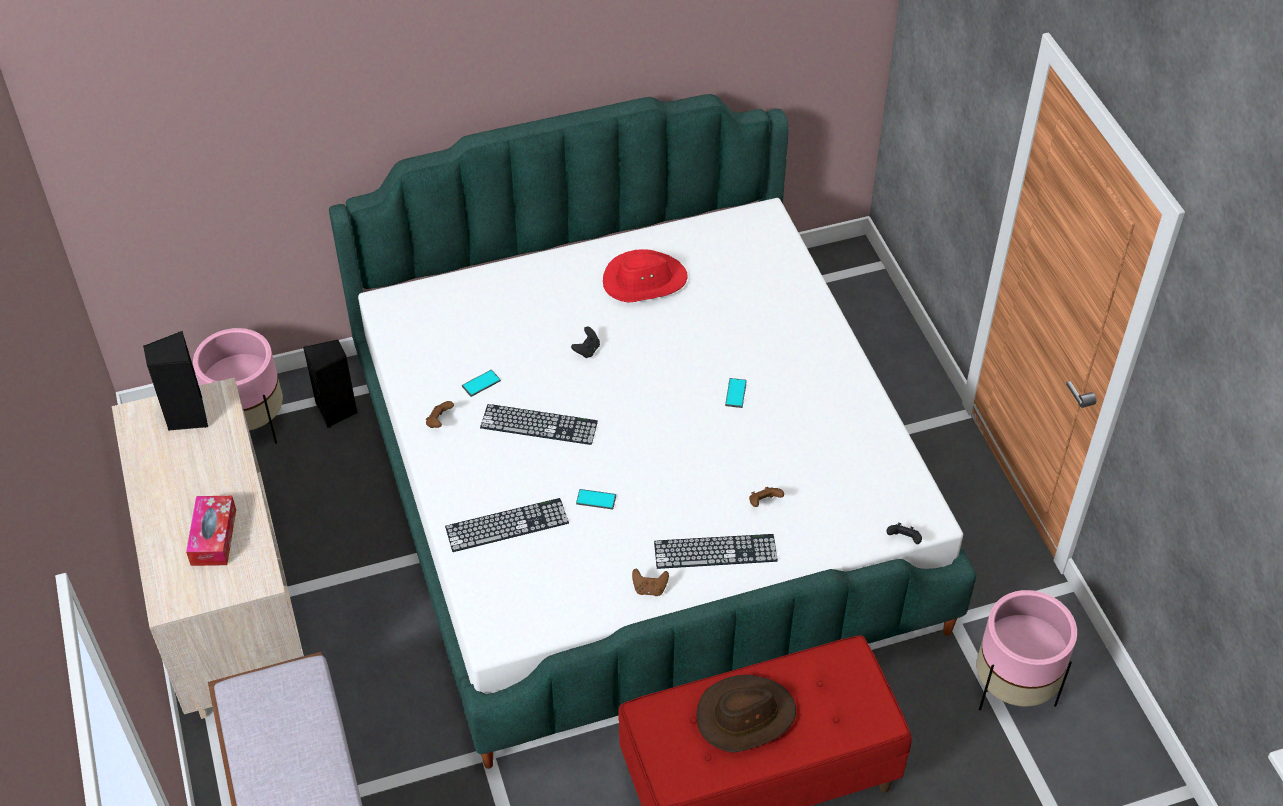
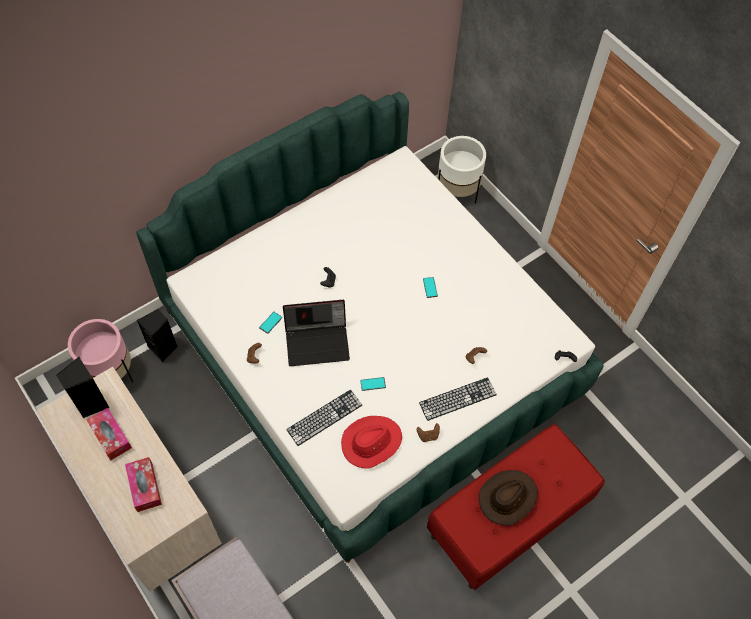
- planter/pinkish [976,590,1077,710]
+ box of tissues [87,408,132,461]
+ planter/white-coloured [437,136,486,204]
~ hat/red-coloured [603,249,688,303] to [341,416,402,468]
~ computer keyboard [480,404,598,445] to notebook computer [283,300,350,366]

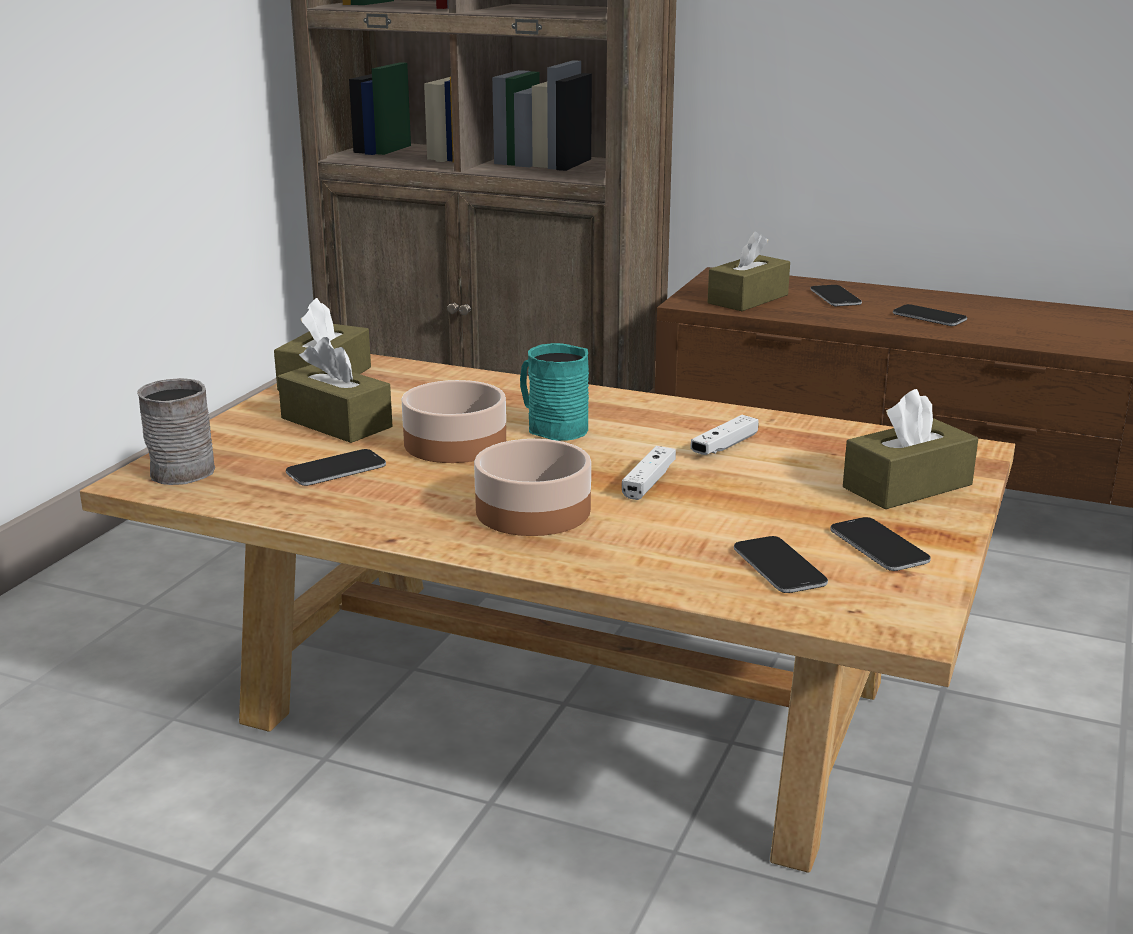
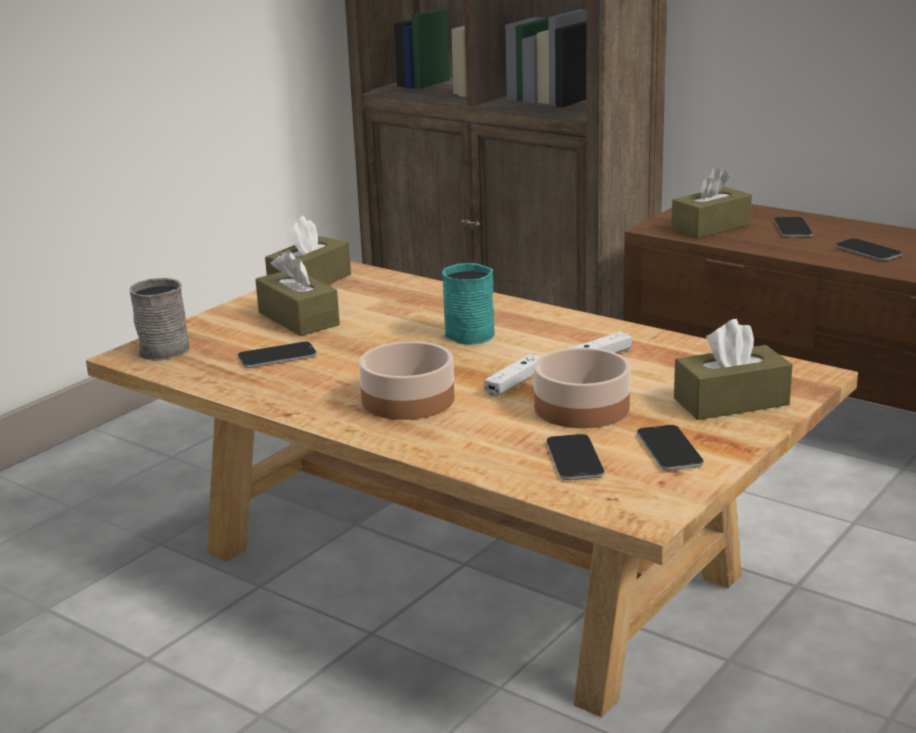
~ bowl [402,380,506,463] to [534,348,631,428]

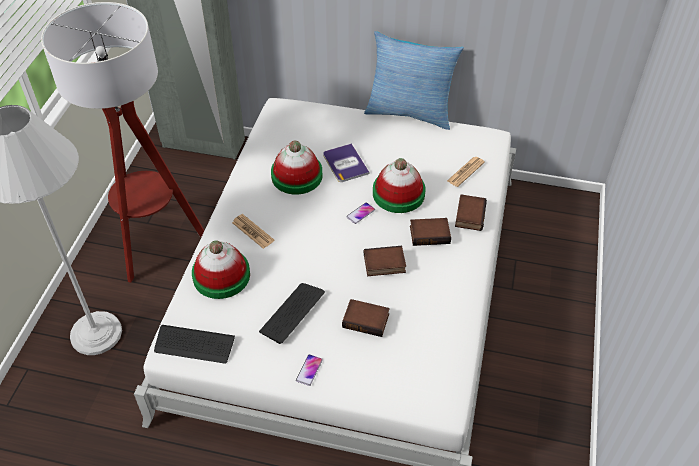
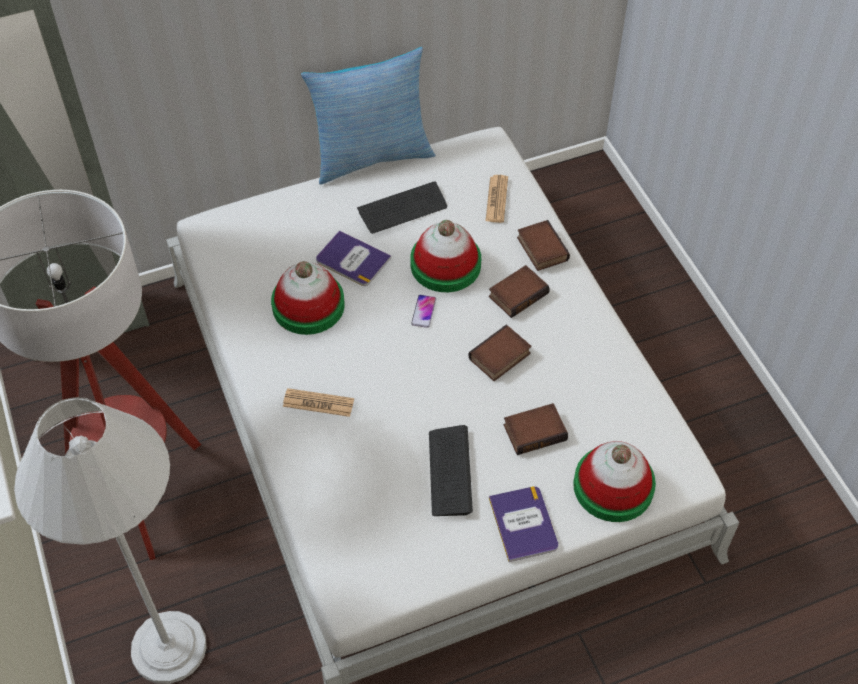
~ computer keyboard [154,325,235,364] to [357,181,447,234]
~ hat [192,241,250,299] to [573,441,656,522]
~ telephone [296,354,323,386] to volume [489,486,558,562]

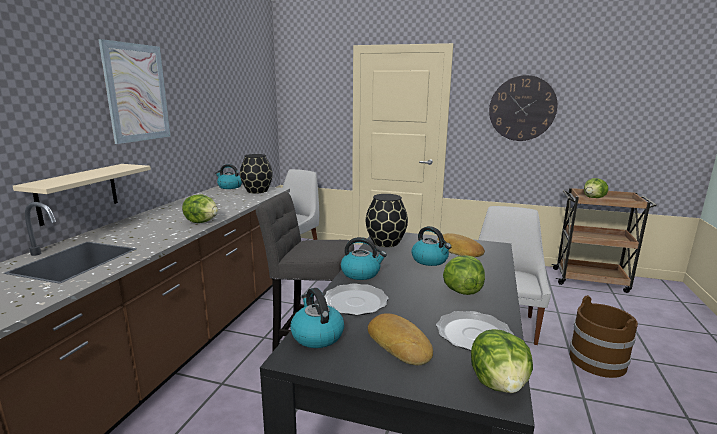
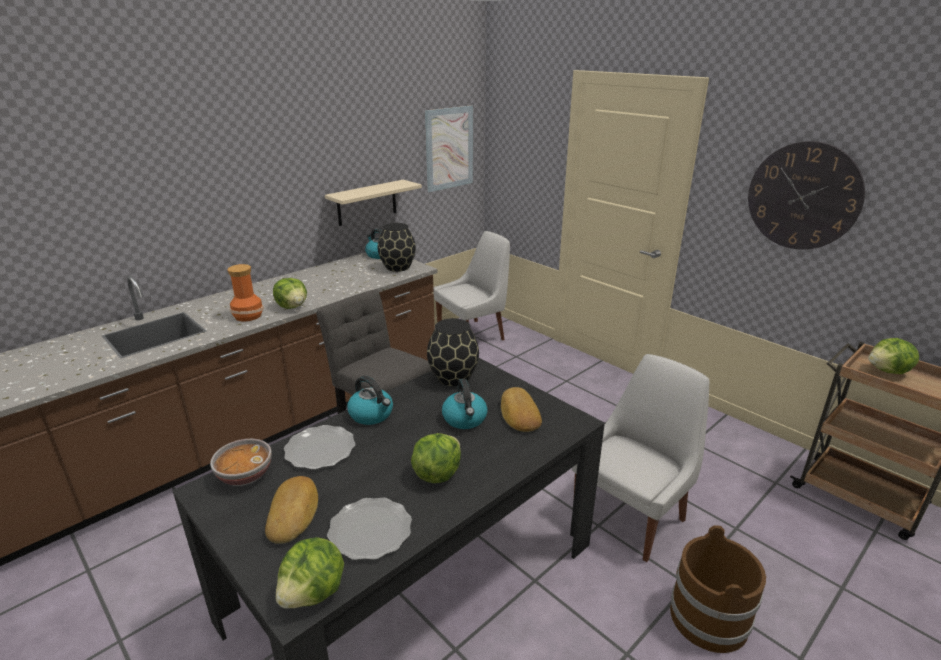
+ vase [227,264,263,322]
~ bracket shelf/sand-coloured [13,164,151,226] to [325,180,422,226]
~ wall picture [98,39,170,144] to [425,105,473,192]
~ tea kettle [290,288,344,348] to bowl [210,439,272,486]

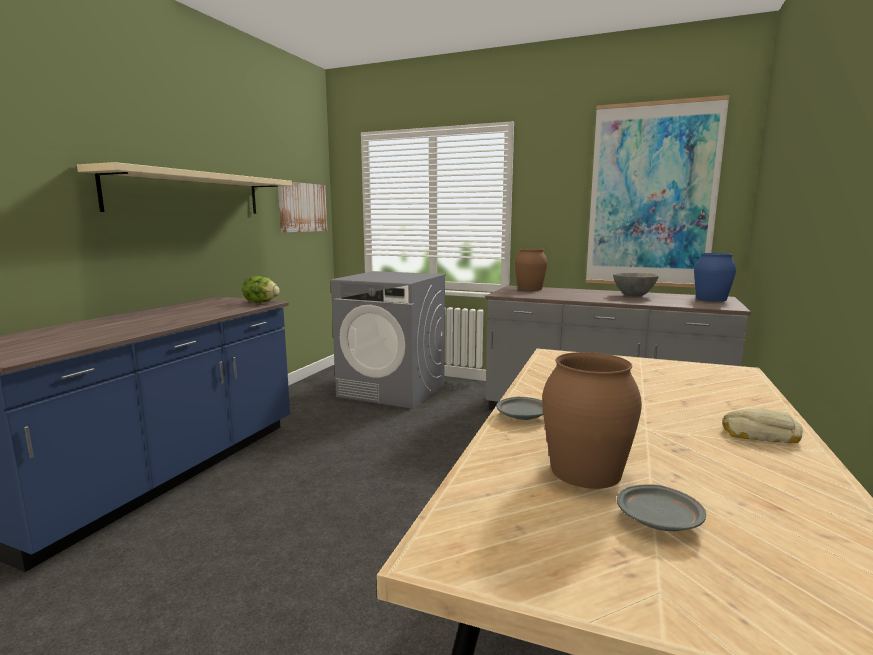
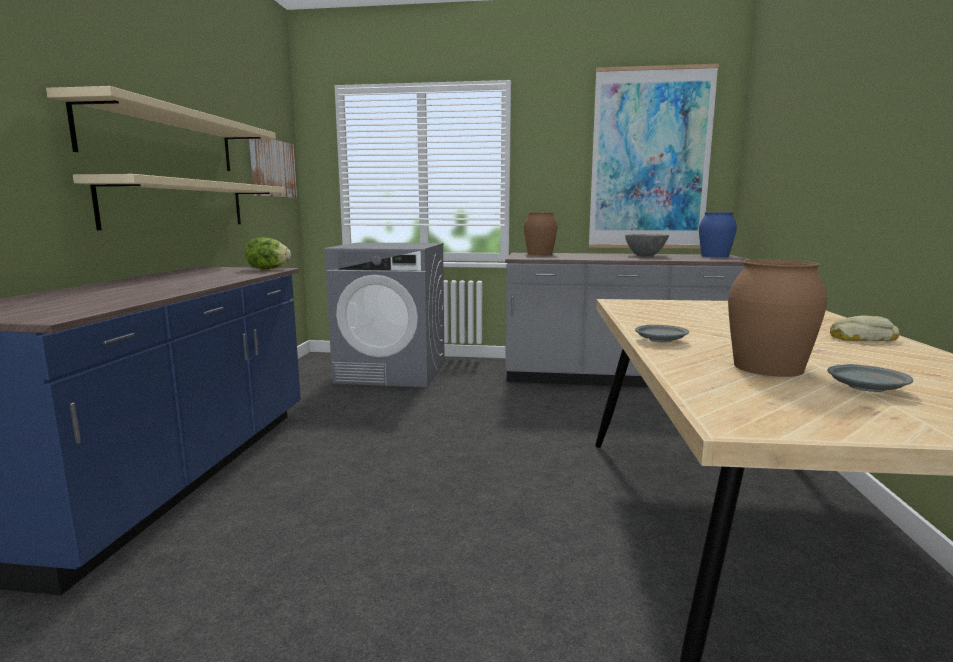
+ bracket shelf/sand-coloured [73,174,284,230]

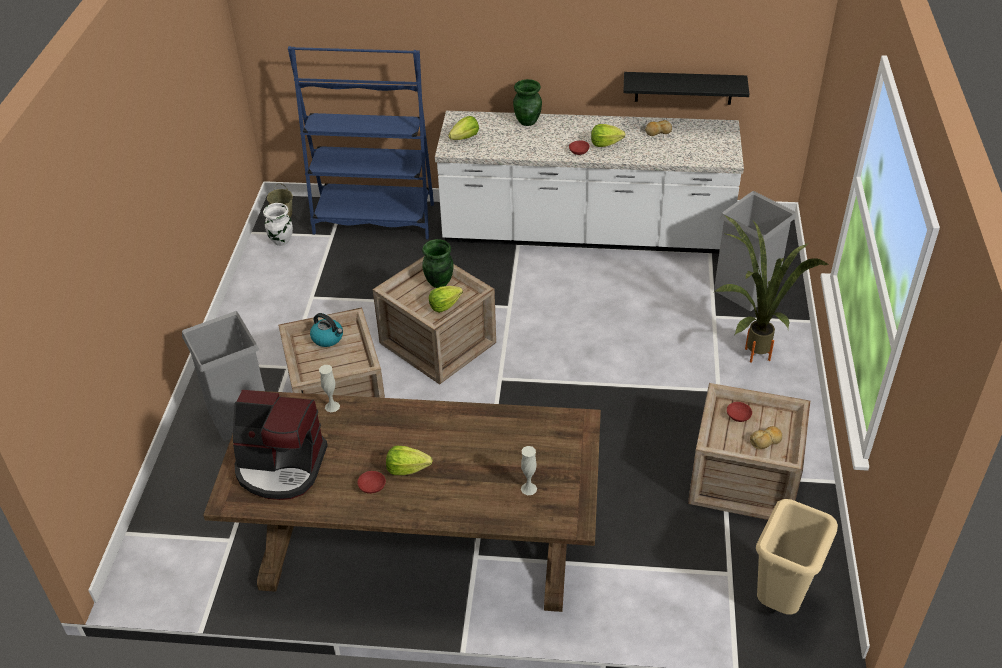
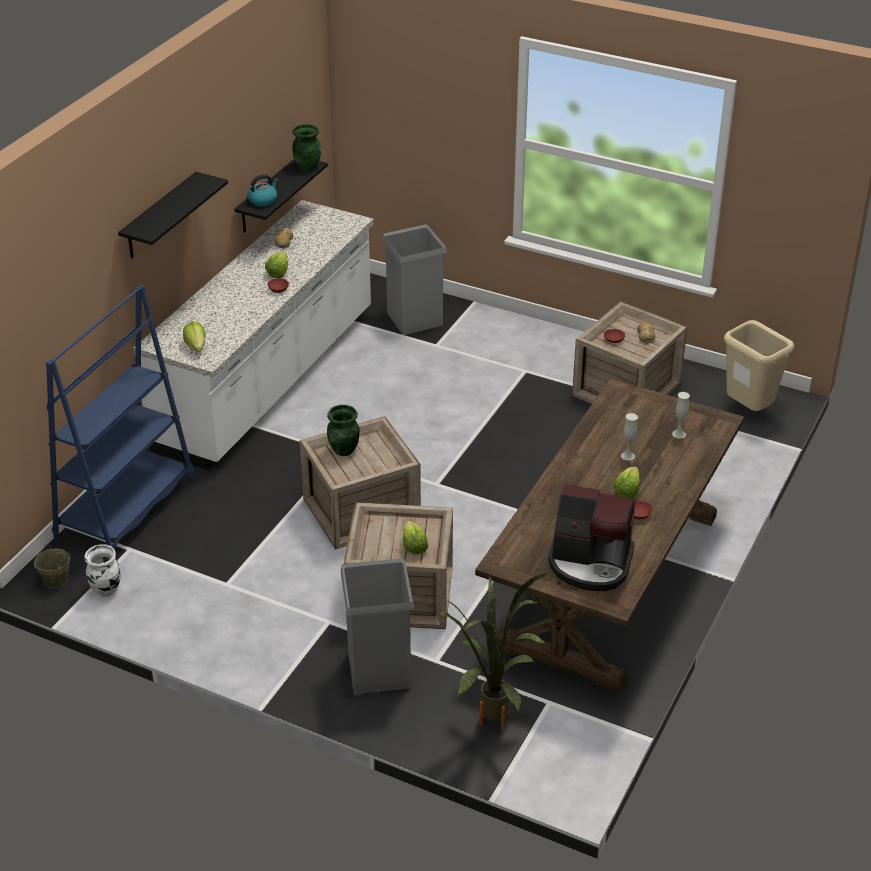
+ bracket shelf/black-coloured [118,172,228,258]
~ tea kettle [310,313,343,347] to [247,174,279,207]
~ vase/white-coloured [319,365,340,412] to [621,413,638,461]
~ head of lettuce [429,286,463,313] to [403,521,428,554]
~ vase/green-coloured [513,79,542,126] to [292,124,321,171]
~ plant in a pot [715,215,829,362] to [439,573,548,731]
~ coffee brewer [233,390,328,500] = [548,484,635,591] 75 degrees clockwise

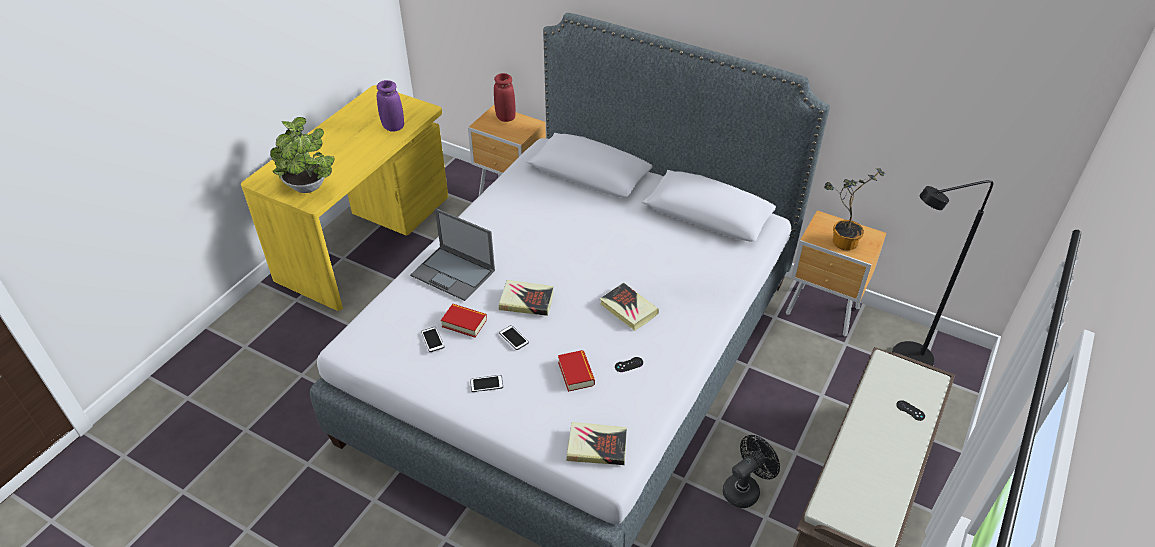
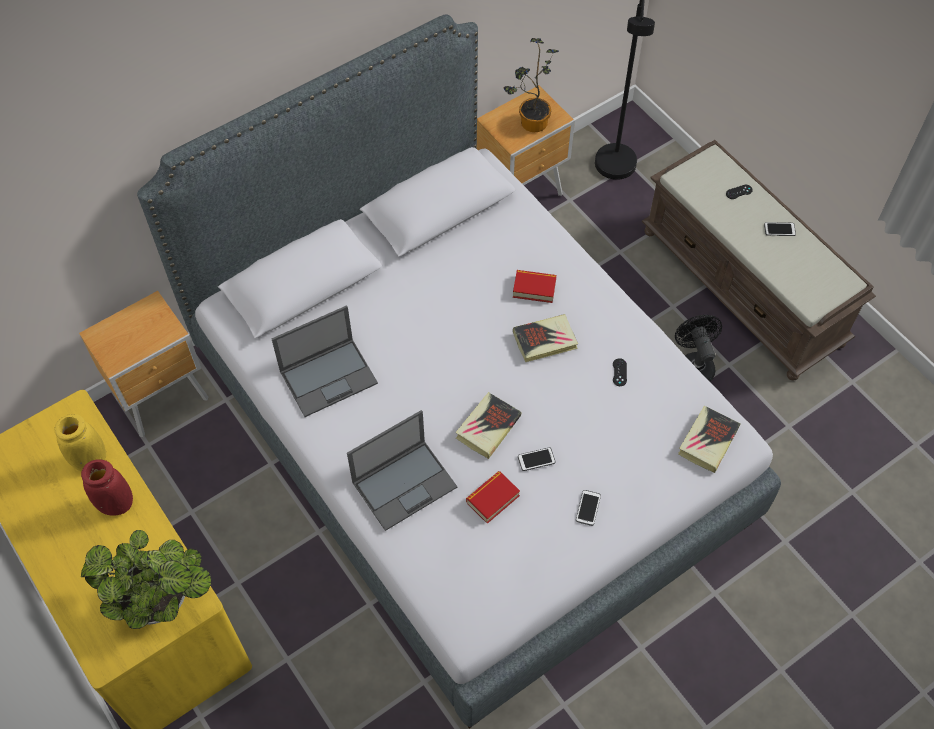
+ notebook computer [271,305,378,417]
~ telephone [421,327,444,352] to [764,222,796,236]
~ vase/red-coloured [494,73,516,122] to [81,459,133,516]
~ volume [558,350,595,392] to [513,270,557,303]
~ vase/purple-coloured [377,80,404,132] to vase/yellow [54,414,106,471]

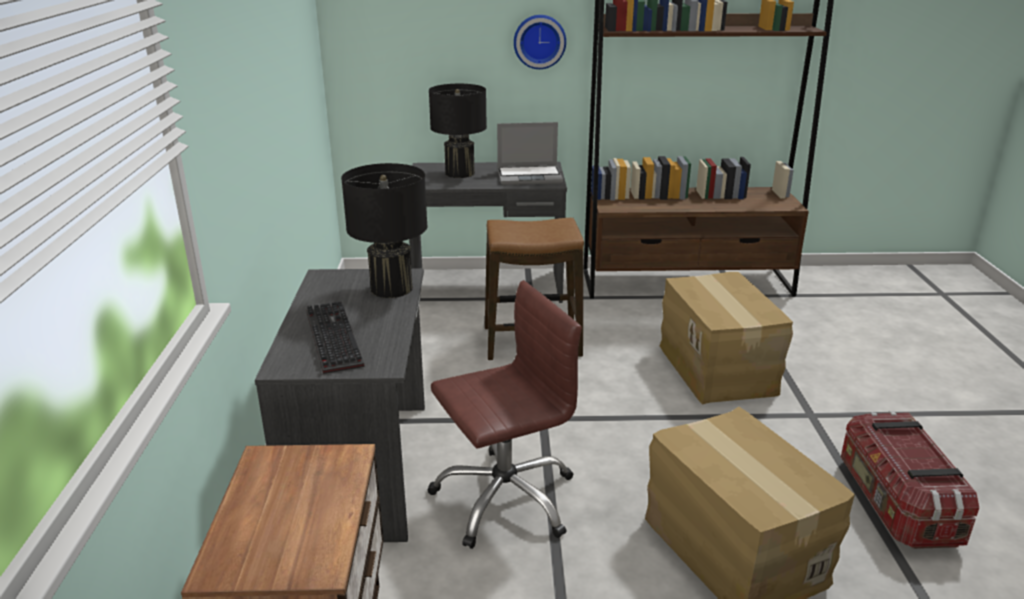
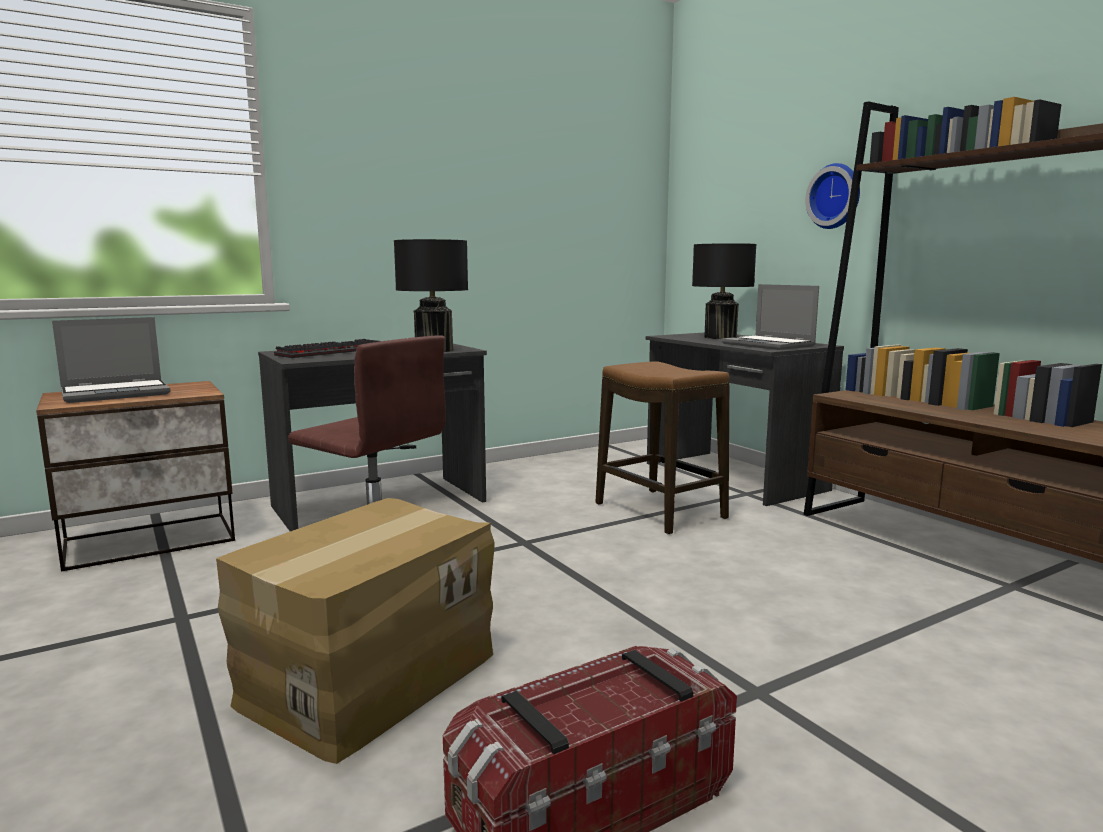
- cardboard box [660,272,793,404]
+ notebook computer [52,317,171,403]

